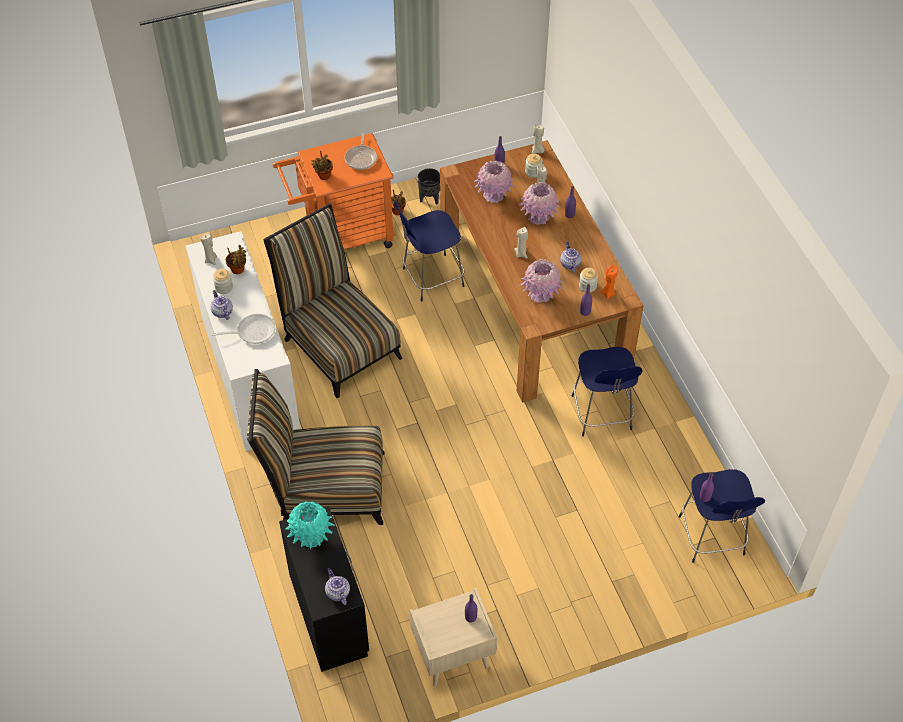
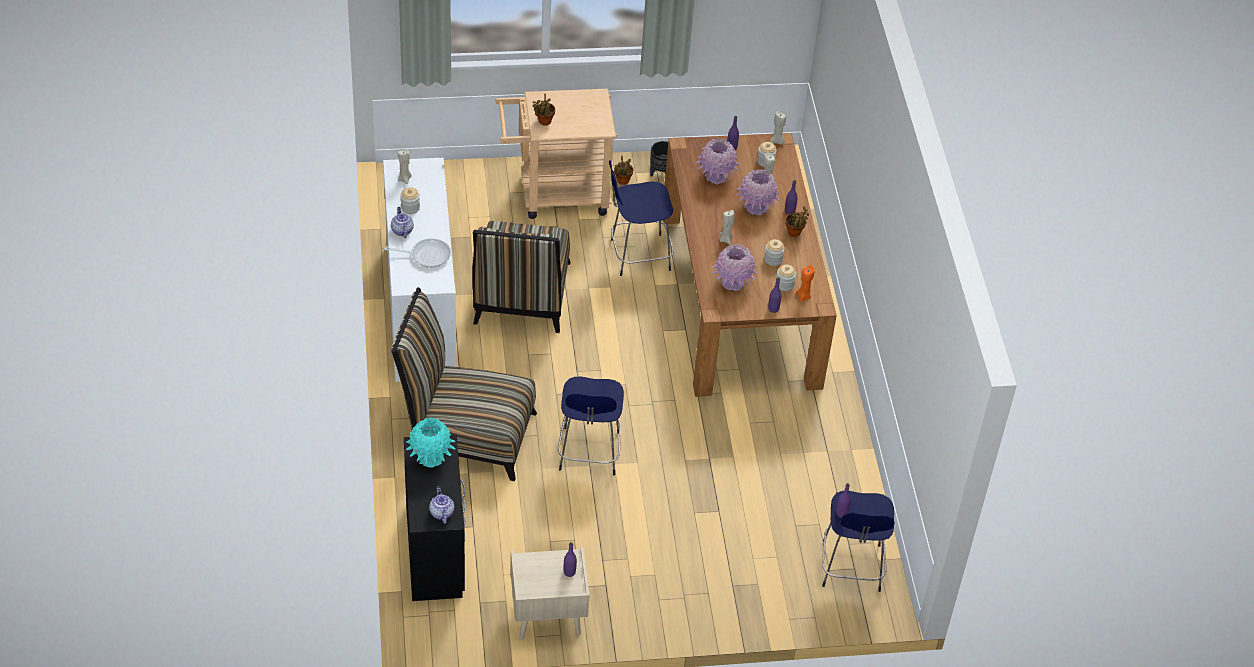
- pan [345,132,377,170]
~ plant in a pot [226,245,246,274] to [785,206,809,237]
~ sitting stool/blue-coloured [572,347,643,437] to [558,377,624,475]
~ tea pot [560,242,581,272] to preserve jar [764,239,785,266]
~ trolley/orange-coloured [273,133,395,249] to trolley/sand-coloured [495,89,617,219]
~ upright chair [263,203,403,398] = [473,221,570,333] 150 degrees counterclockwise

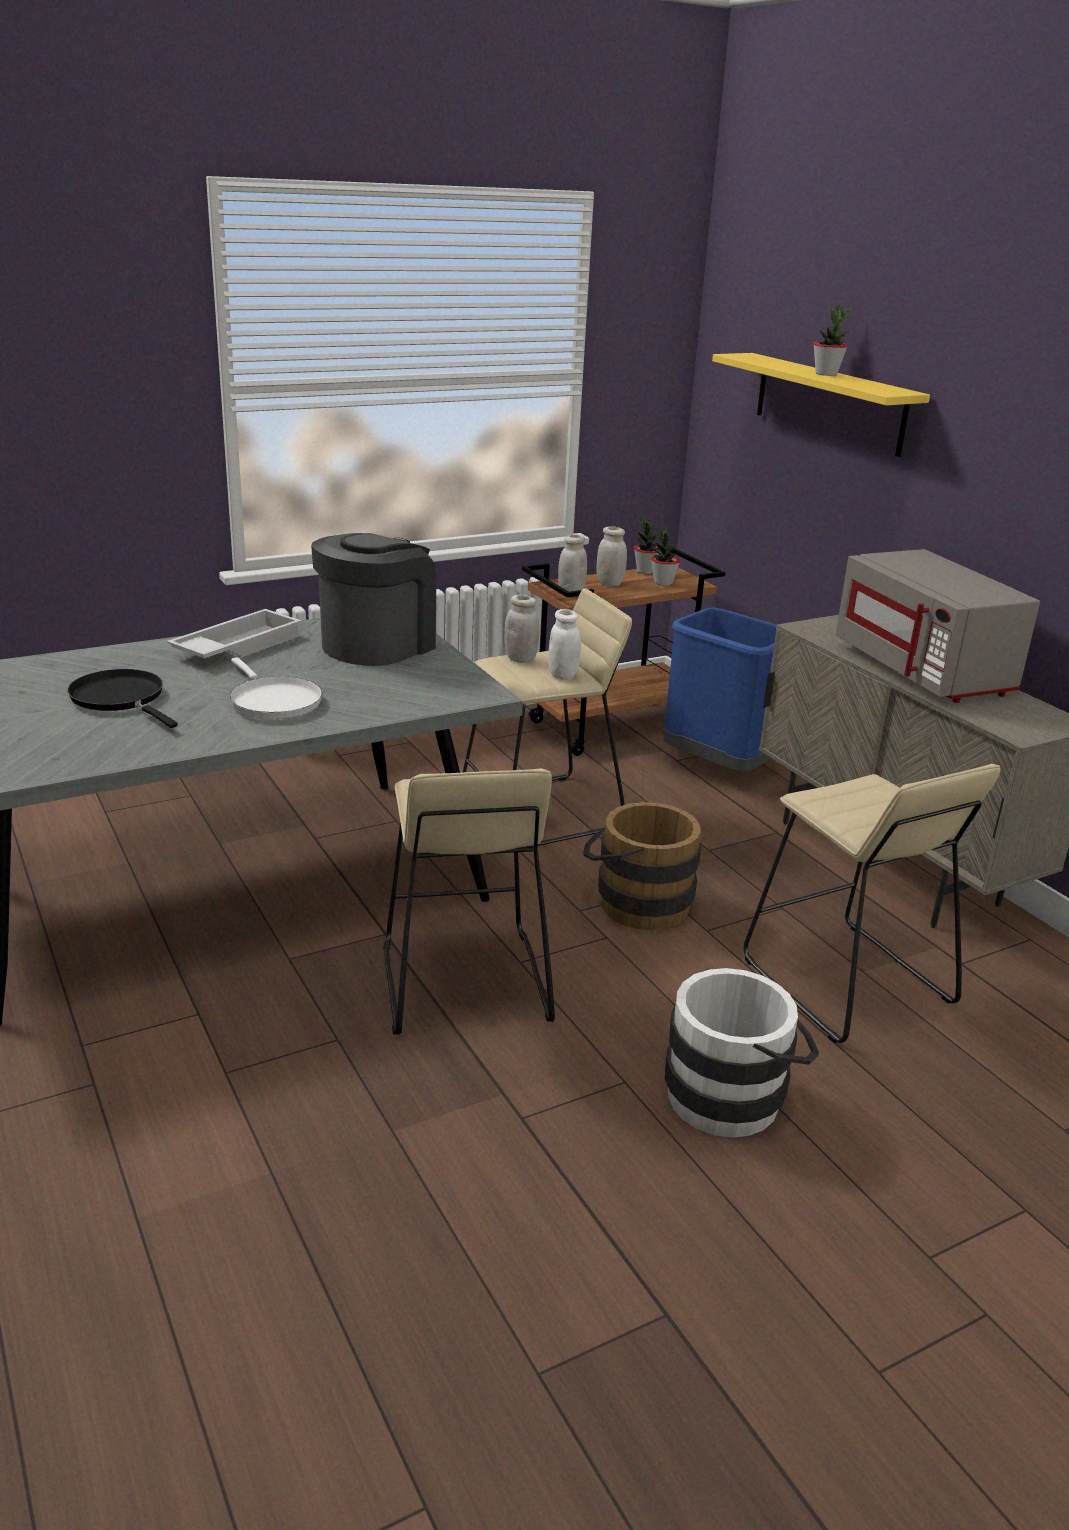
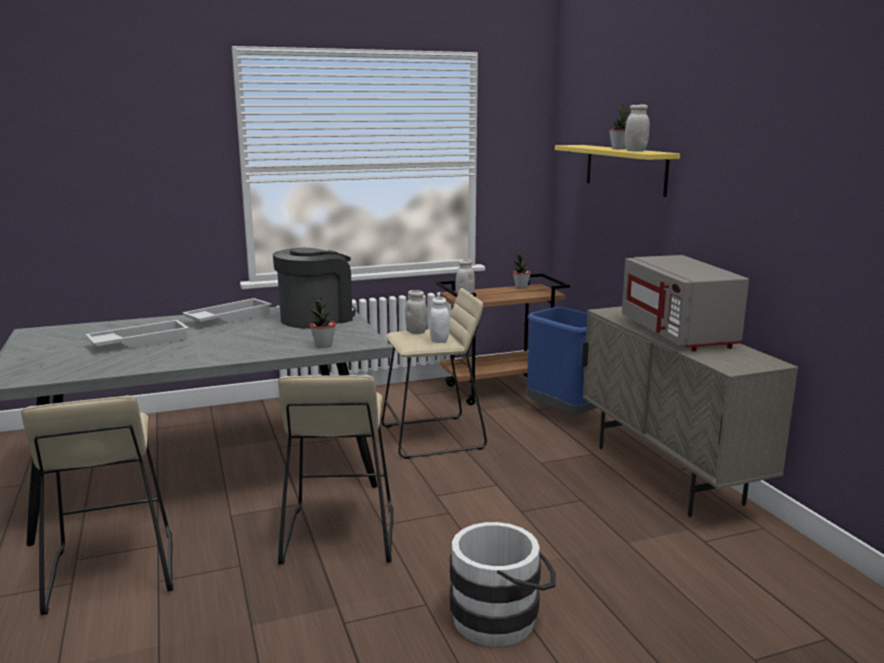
- pan/white-coloured [230,657,323,719]
- water bucket/brown-coloured [583,802,701,930]
~ preserve jar/white-coloured [596,526,627,586] to [625,104,650,152]
~ plant in a pot [651,526,680,586] to [310,295,336,348]
~ sitting stool/sand-coloured [744,764,1000,1043] to [21,395,173,615]
~ pan/black-coloured [67,669,178,728] to serving tray/white-coloured [85,320,189,349]

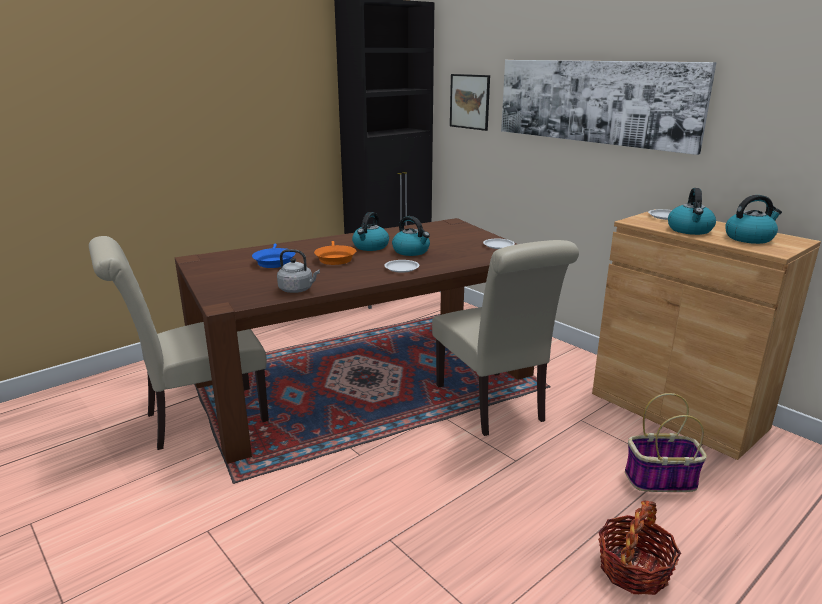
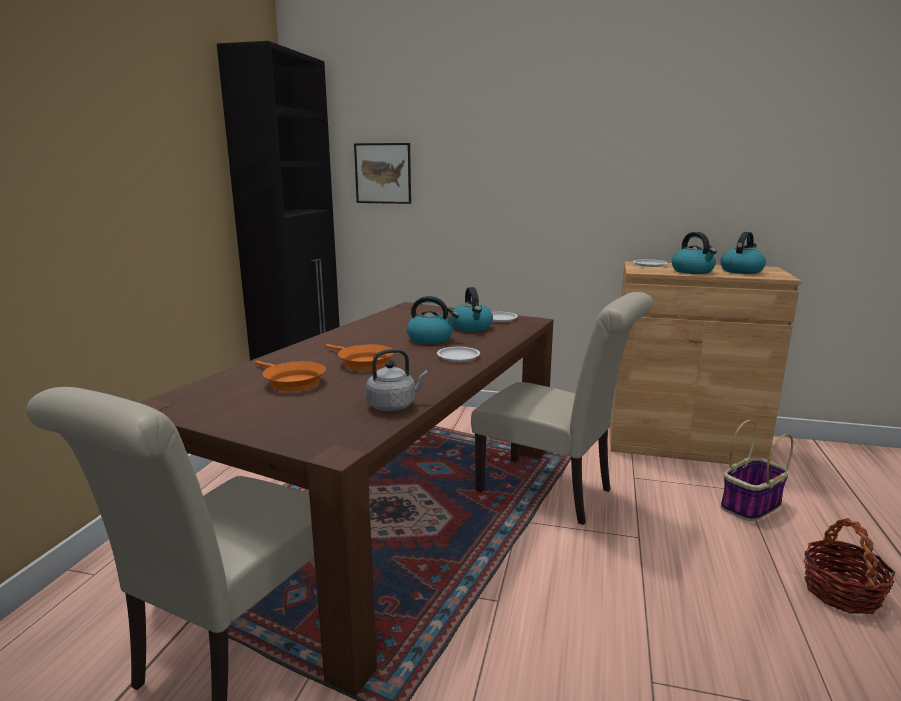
- wall picture [501,60,717,155]
~ tea kettle [352,212,389,251] to [453,287,493,332]
~ pan/blue-coloured [252,244,295,268] to pan/orange-coloured [255,361,326,391]

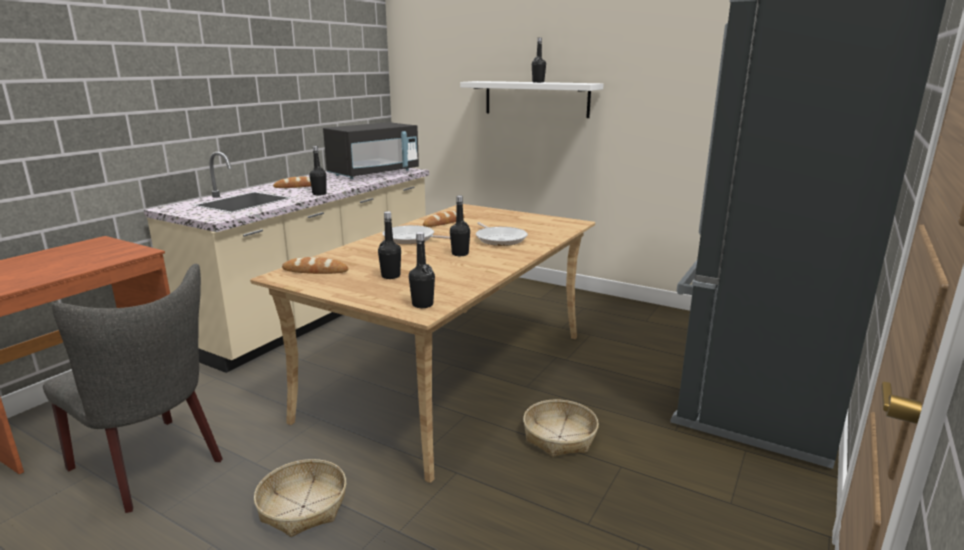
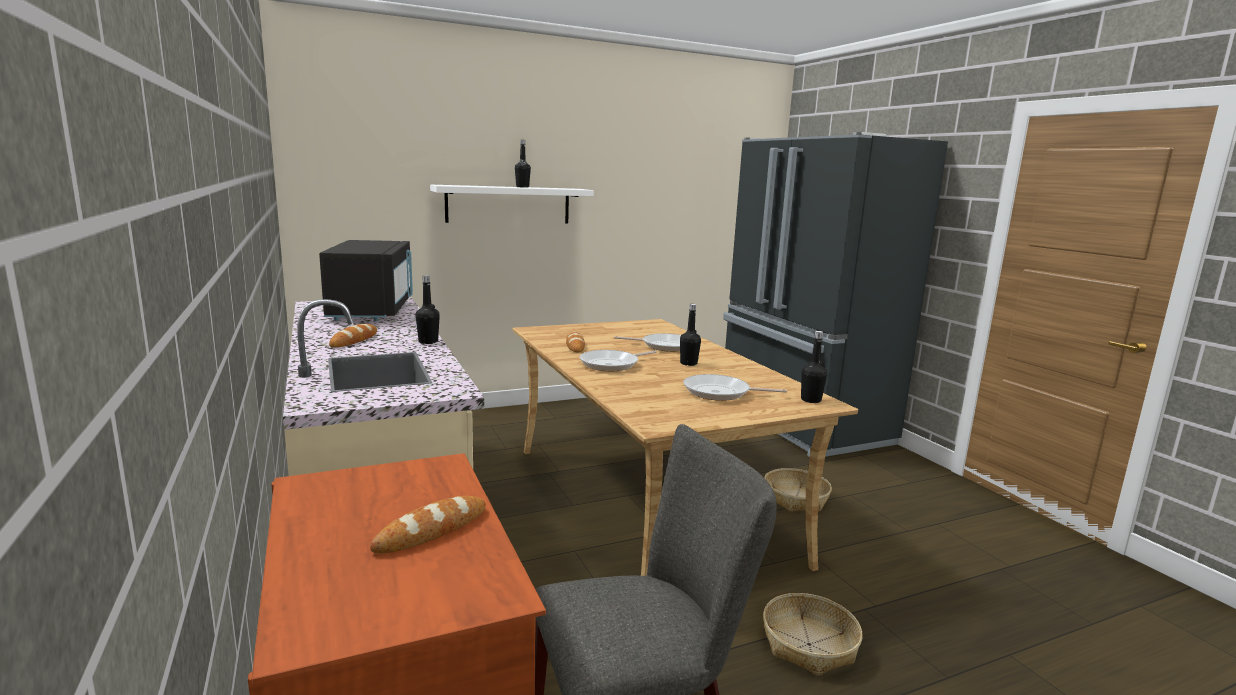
~ baked bread [282,257,348,274] to [370,496,486,554]
~ bottle/black-coloured [378,211,401,279] to pan [683,374,787,401]

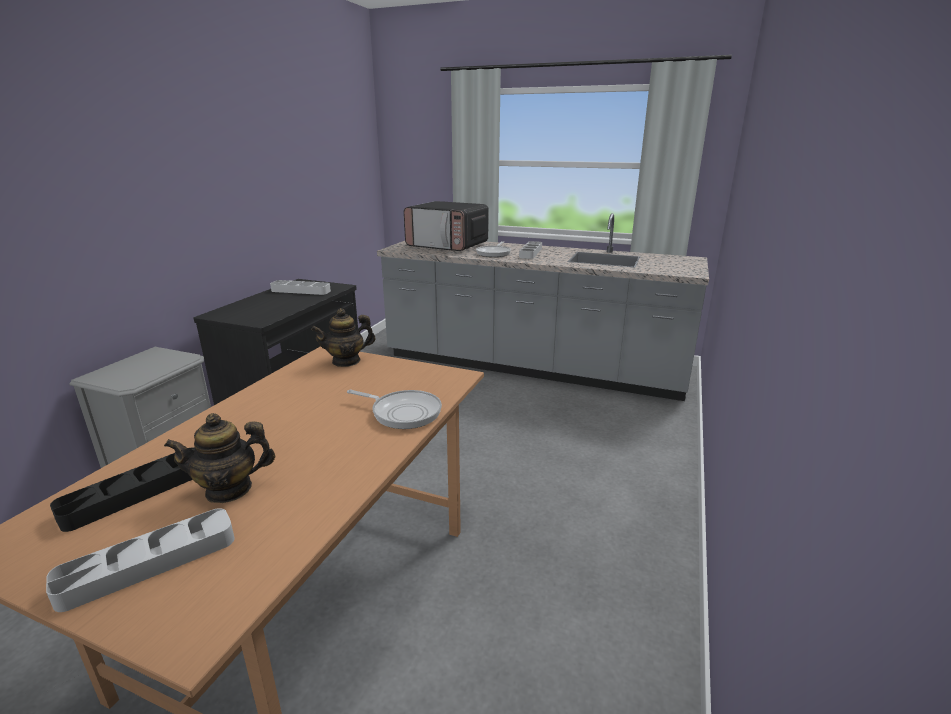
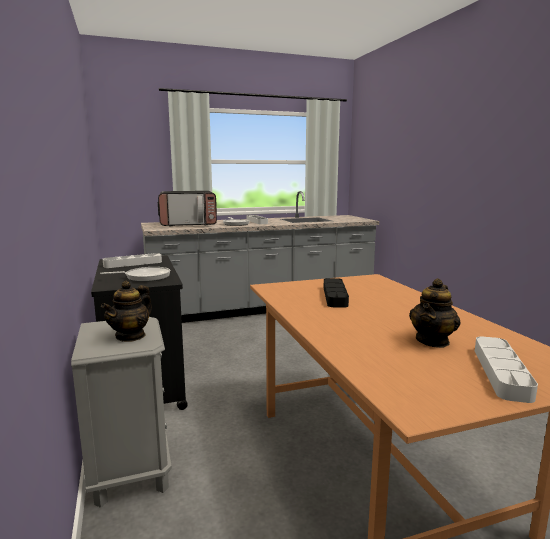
~ serving tray/black-coloured [50,448,195,532] to [324,278,349,308]
~ tea pot [311,308,375,367] to [101,281,152,342]
~ pan [347,390,442,429] to [100,267,170,282]

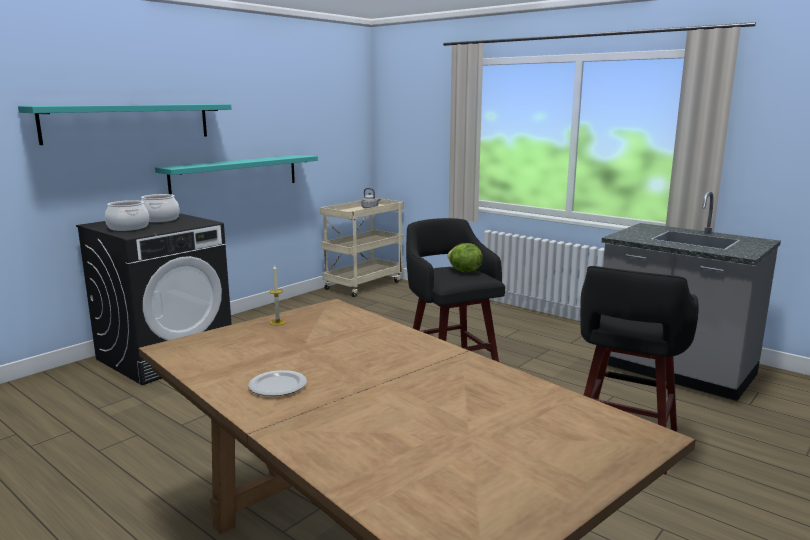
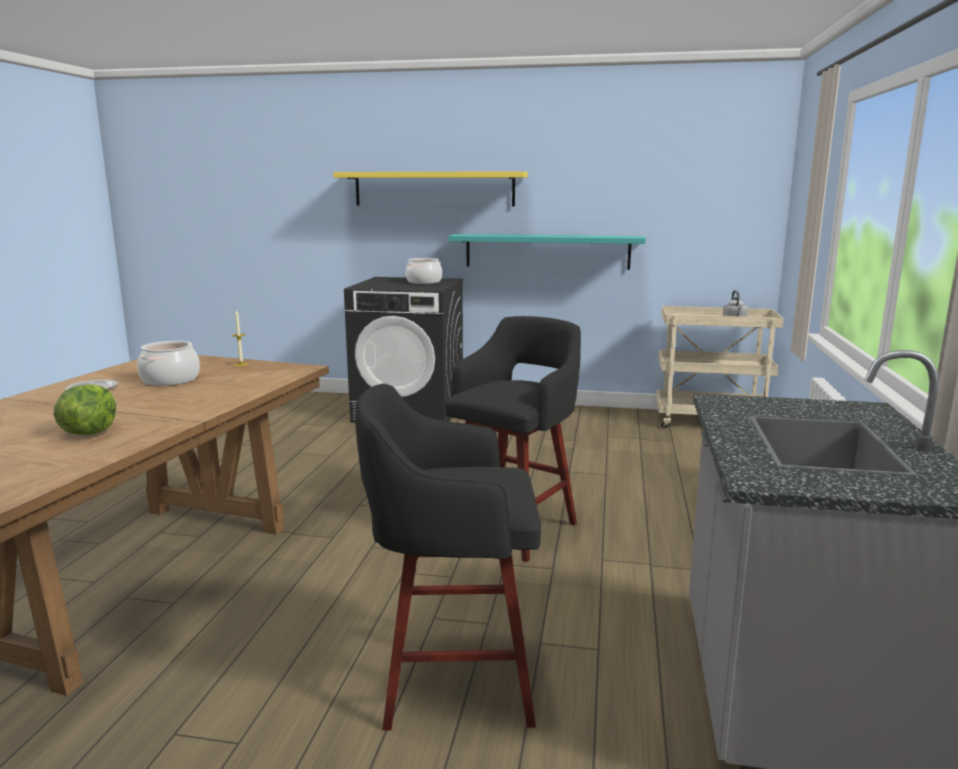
~ cooking pot [105,200,149,231] to [137,341,200,386]
~ head of lettuce [448,243,483,272] to [53,384,116,435]
~ bracket shelf/turquoise-coloured [18,104,232,145] to bracket shelf/yellow [333,171,528,206]

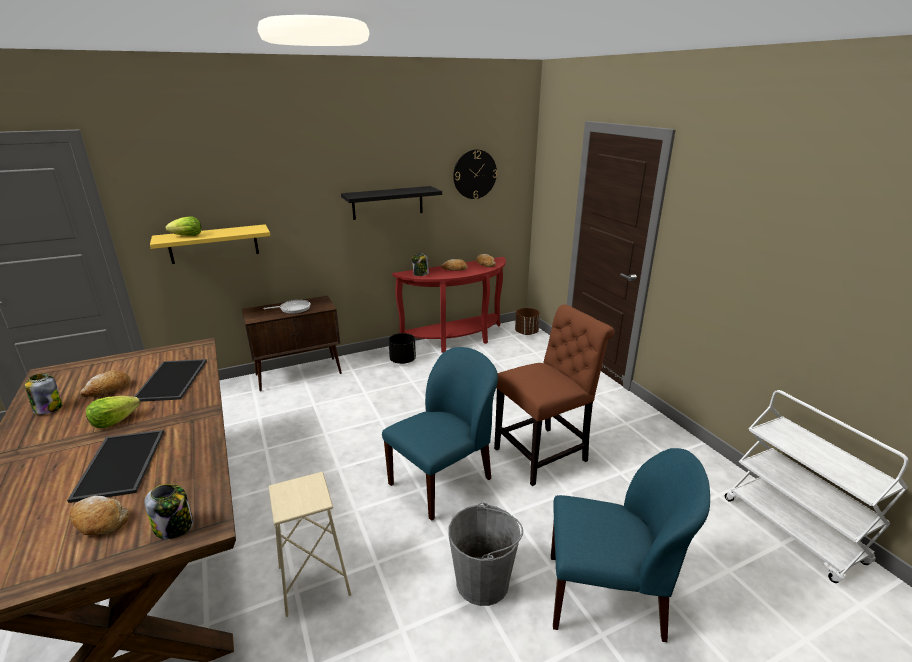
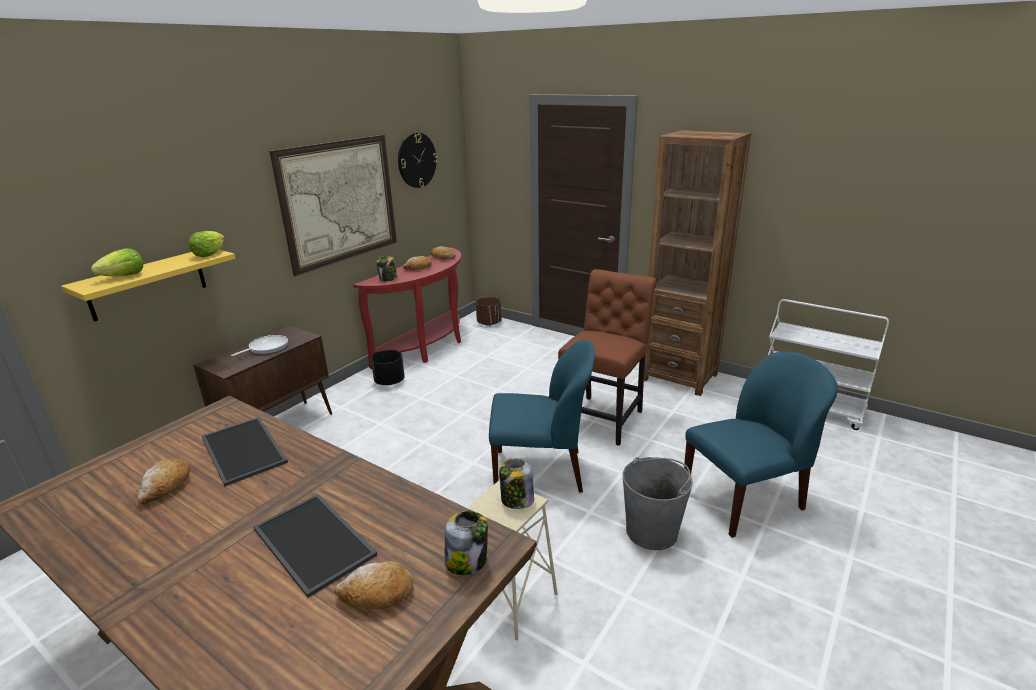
+ shelving unit/brown-coloured [644,130,751,396]
~ preserve jar [25,373,63,415] to [499,459,534,509]
~ head of lettuce [86,396,140,428] to [188,231,225,257]
~ bracket shelf/black-coloured [341,186,442,220] to wall picture [269,135,397,276]
~ upright chair/blue-coloured [382,347,498,521] = [489,340,595,492] 75 degrees clockwise

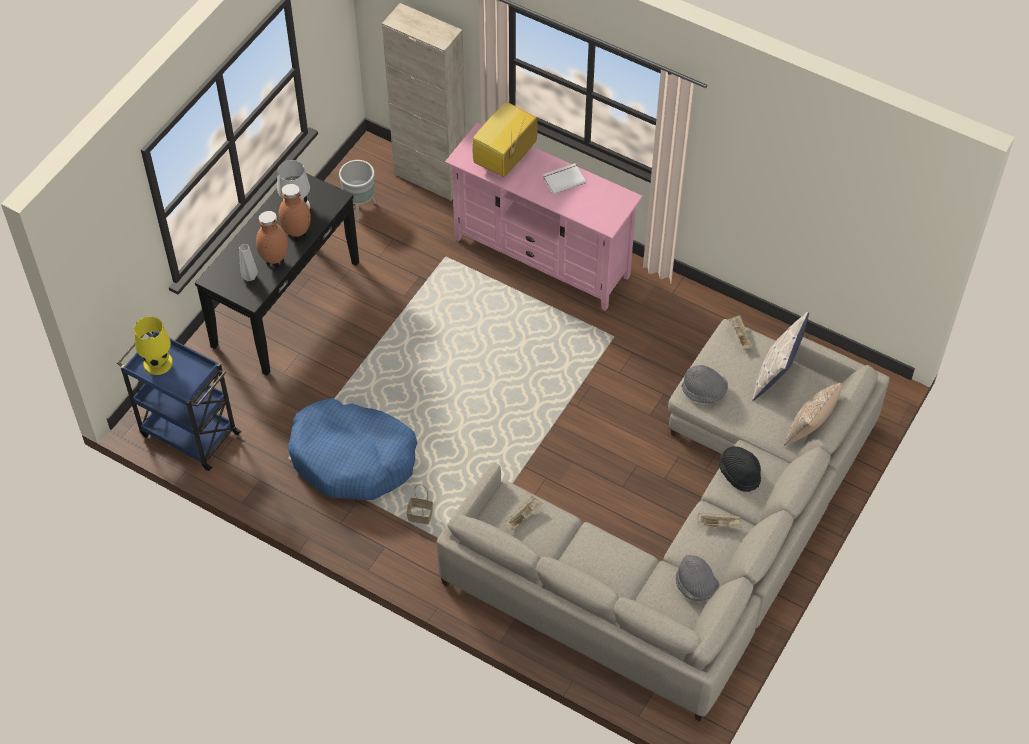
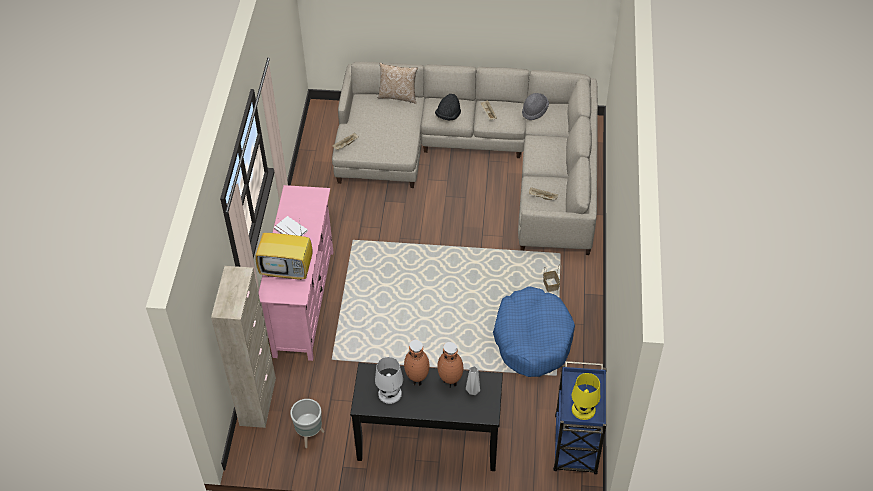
- hat/grey [681,365,728,403]
- throw pillow [752,312,809,401]

